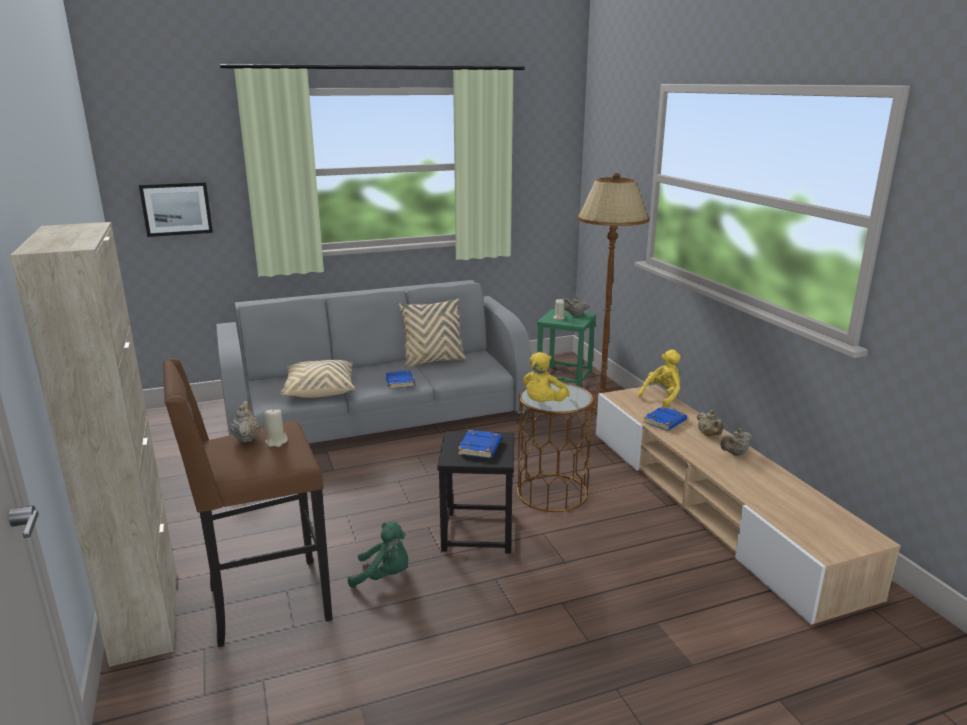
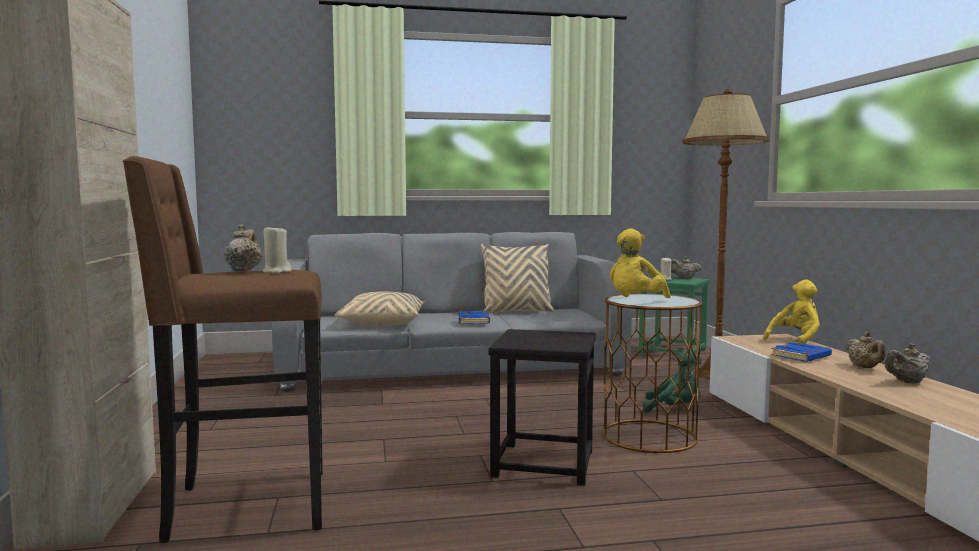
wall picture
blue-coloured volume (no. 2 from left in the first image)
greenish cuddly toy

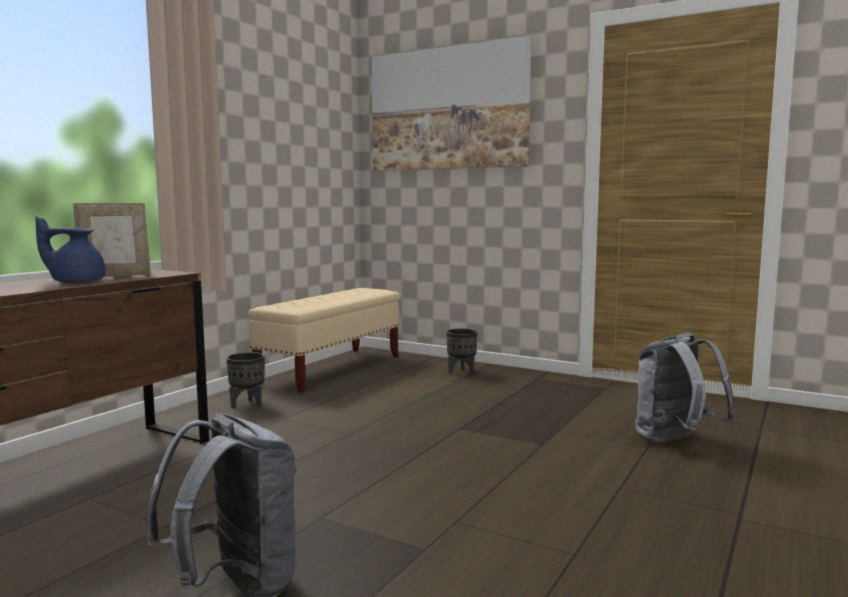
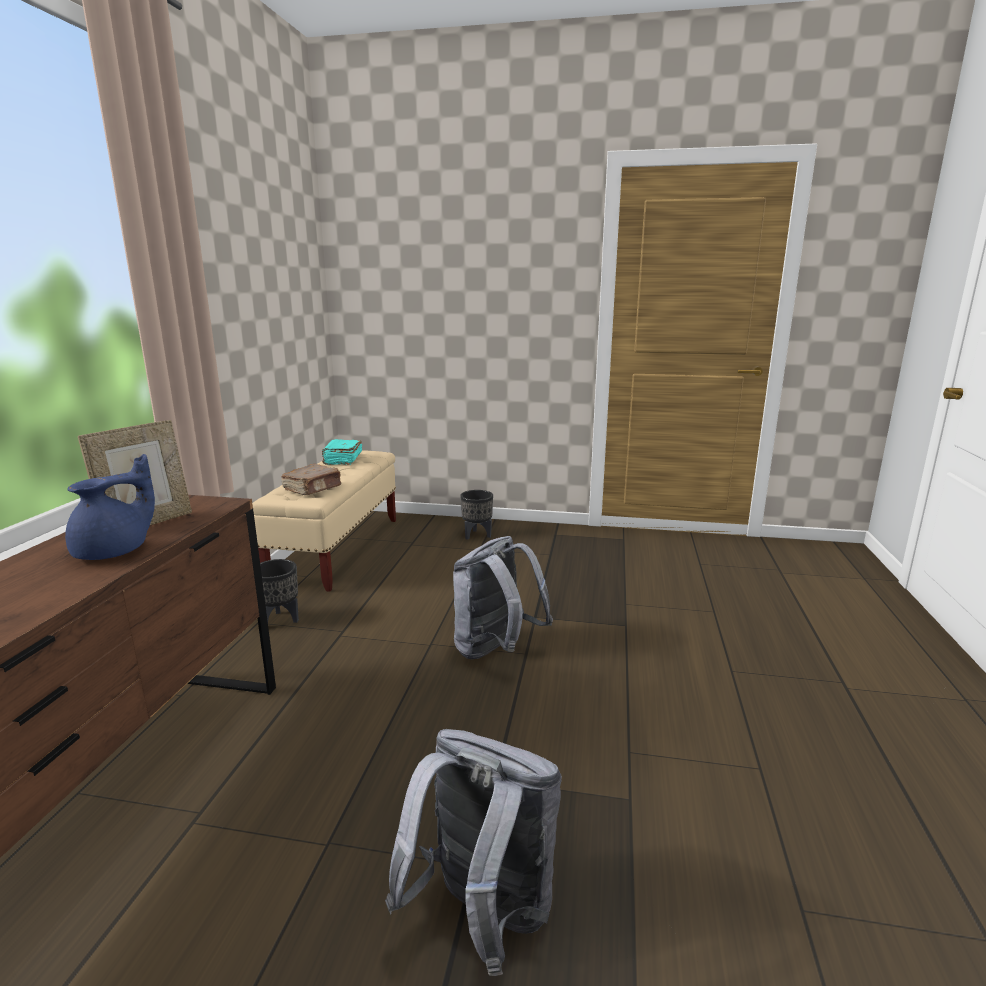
wall picture
brown volume
blue-green volume
gray rucksack (no. 2 from left)
blue-coloured teapot

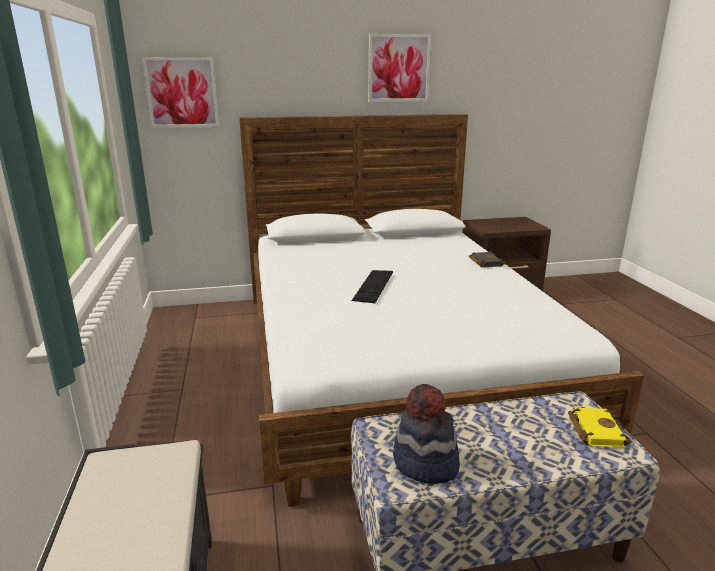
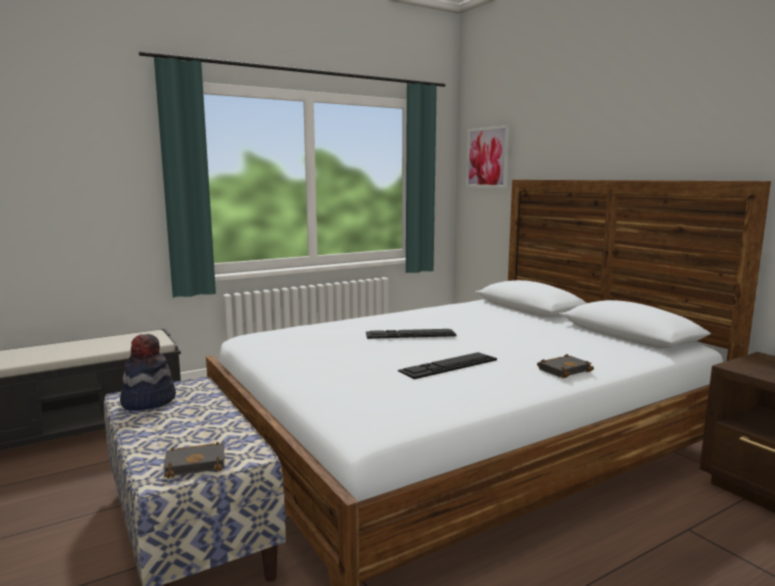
wall picture (no. 2 from left in the first image)
computer keyboard (no. 2 from left)
black volume (no. 1 from left)

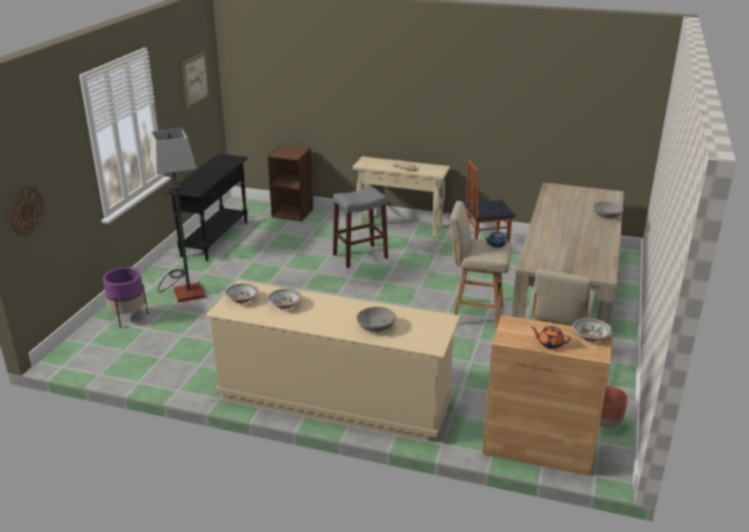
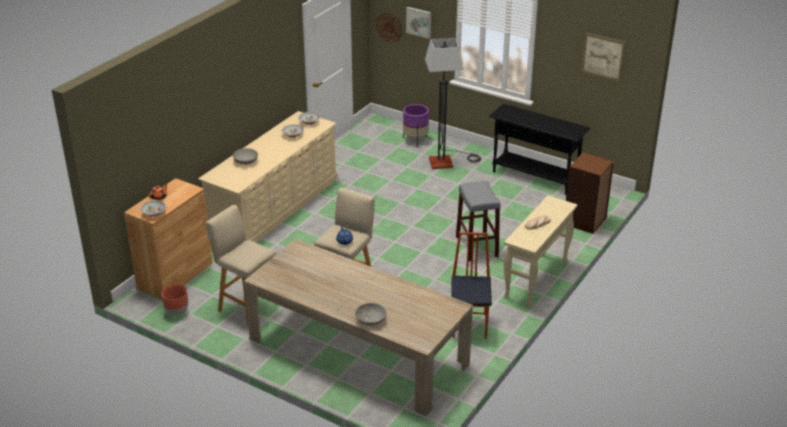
wall picture (no. 1 from left)

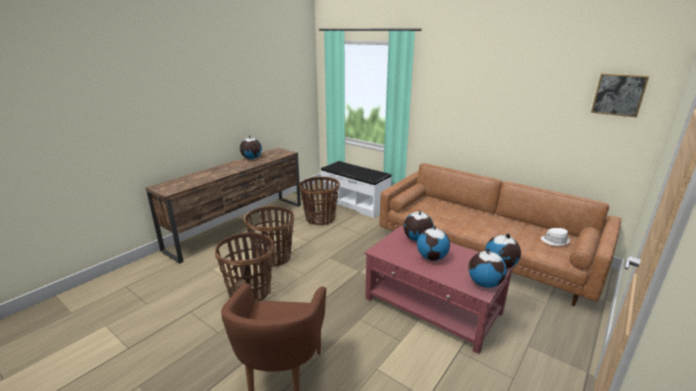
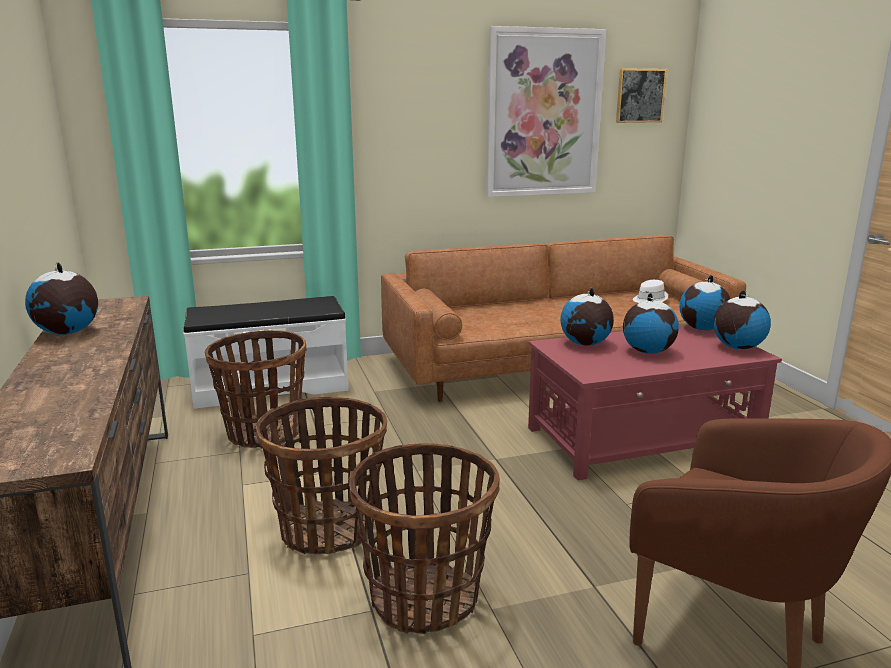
wall picture (no. 1 from left)

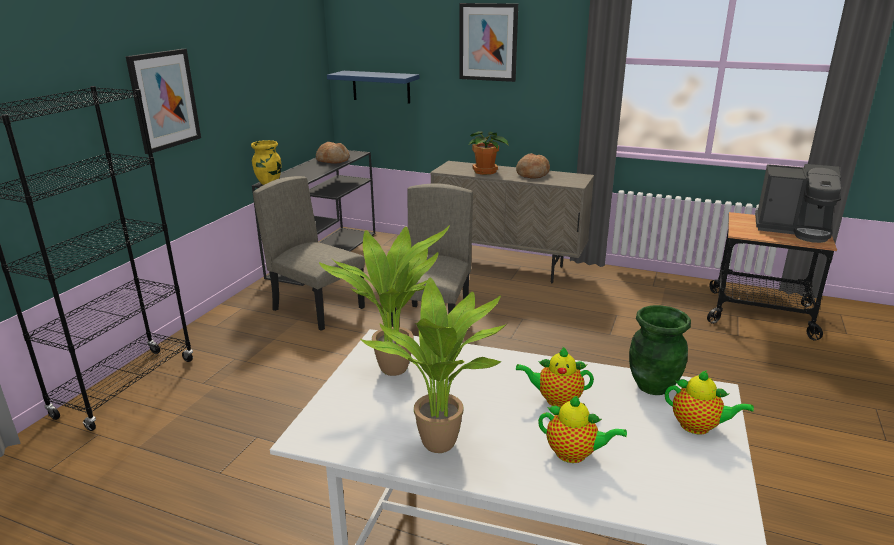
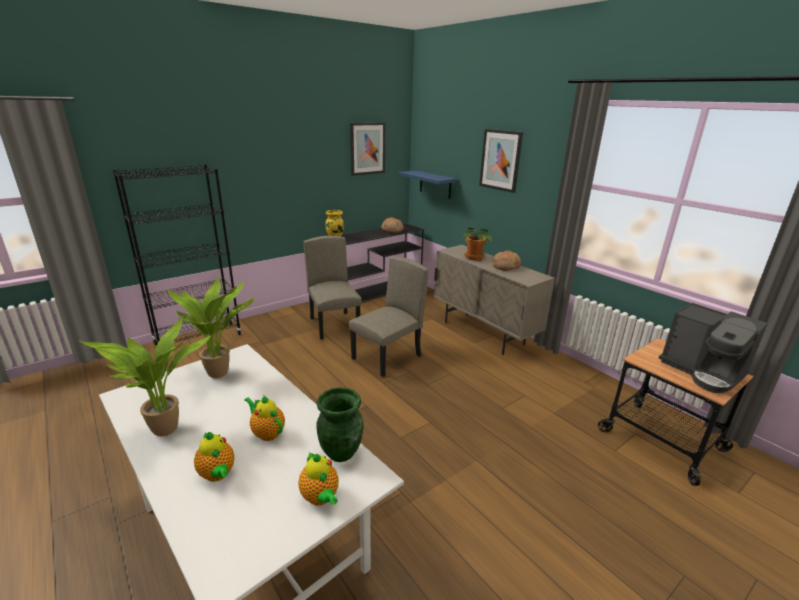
wall picture (no. 1 from left)

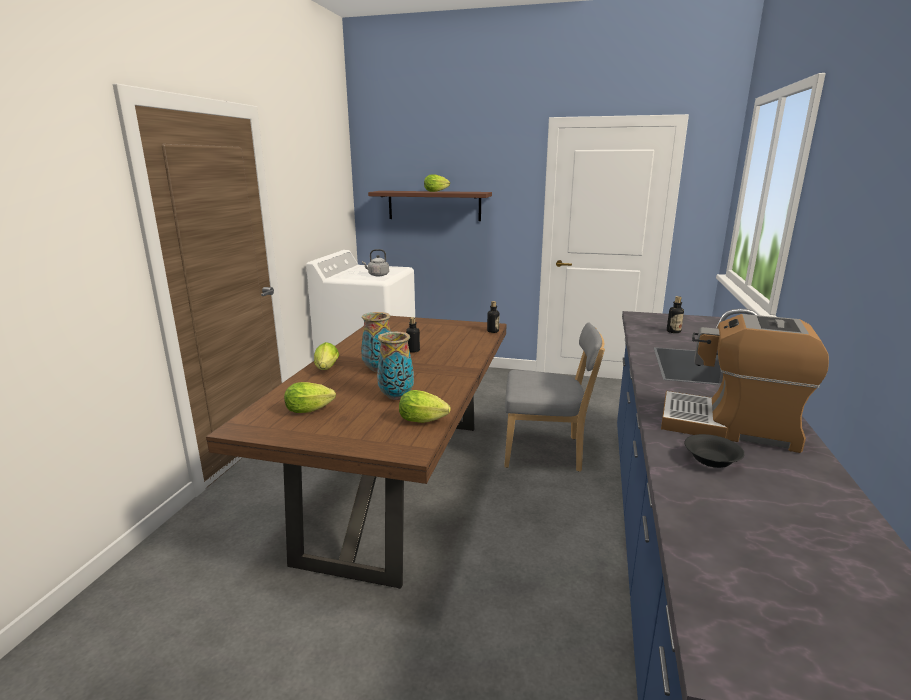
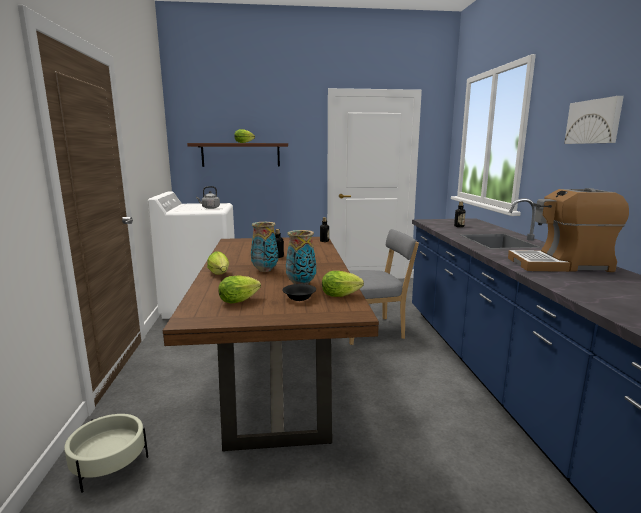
beige plant pot
wall picture
black bowl

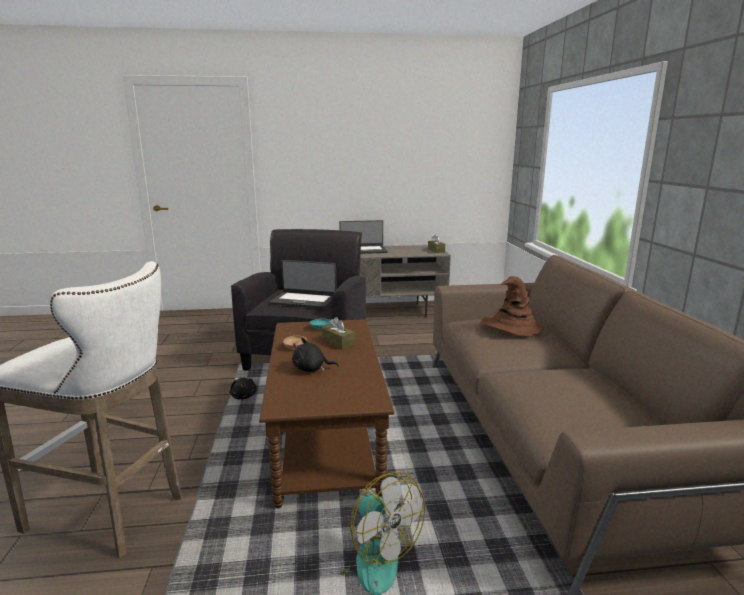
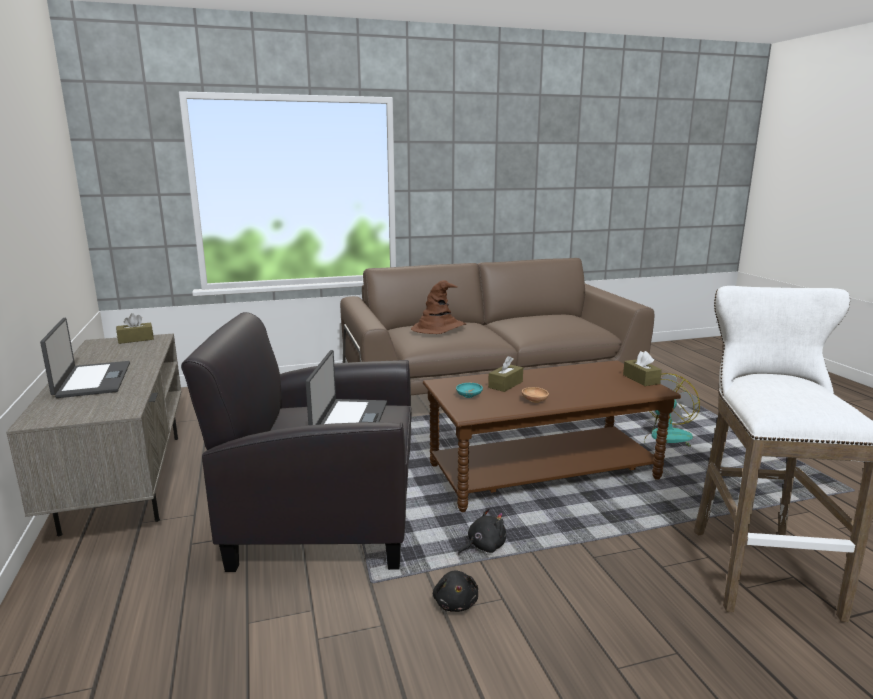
brown box of tissues (no. 3 from left)
black cuddly toy (no. 1 from left)

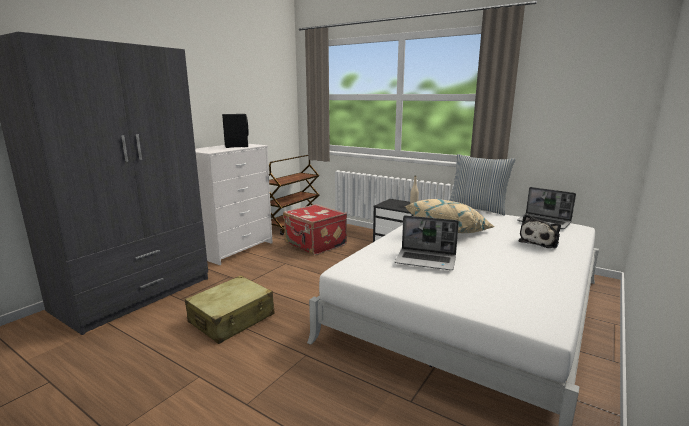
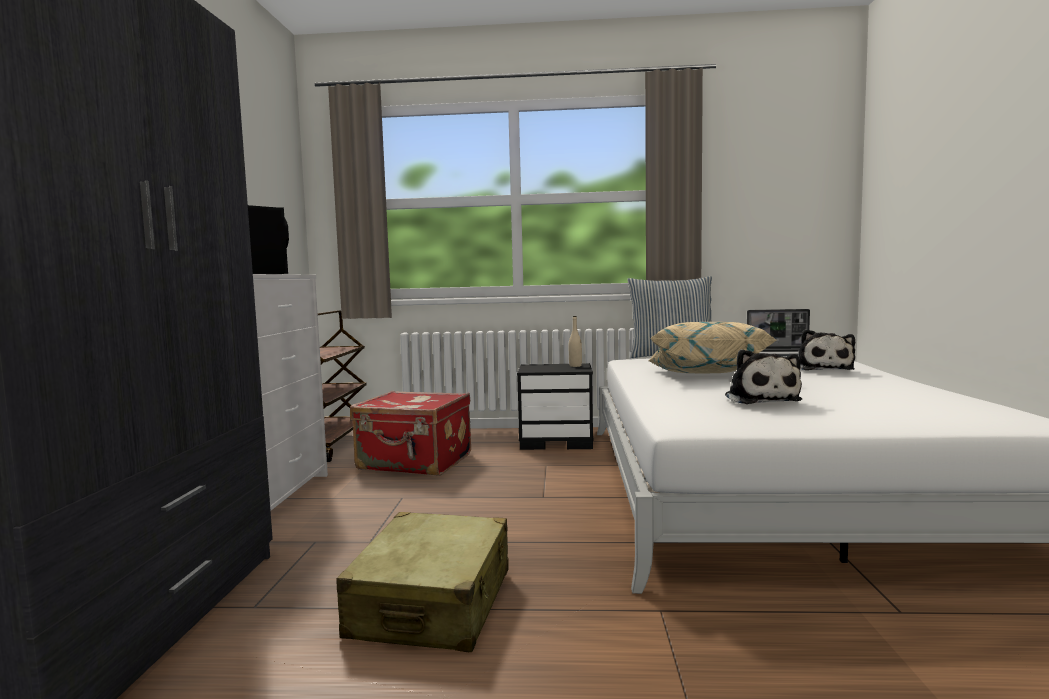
cuddly toy (no. 1 from left)

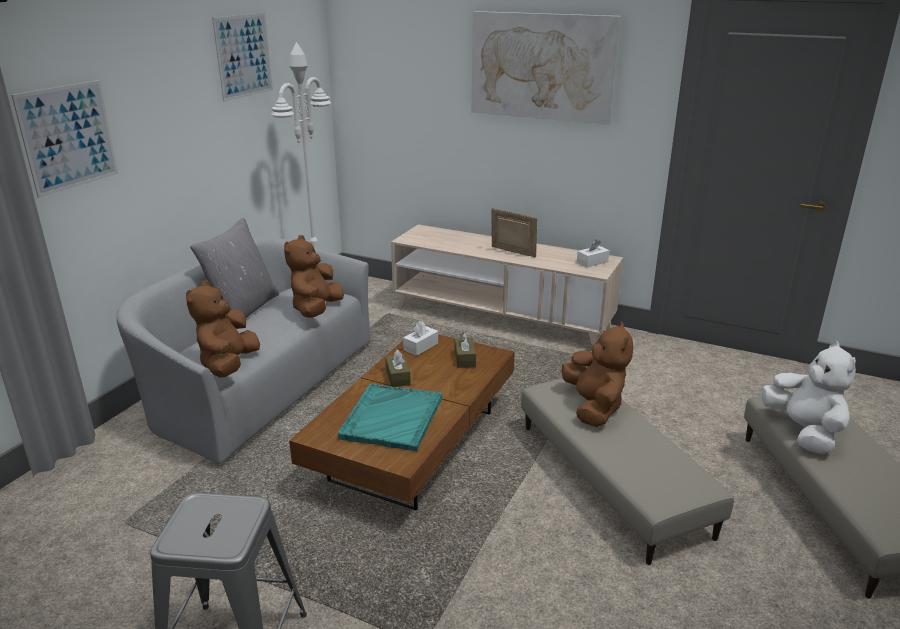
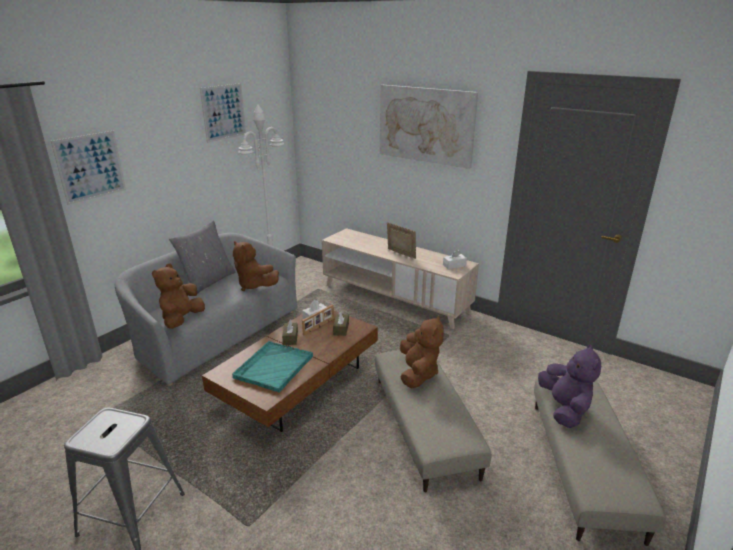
standing frame (no. 1 from left)
purple cuddly toy
brown cuddly toy (no. 2 from left)

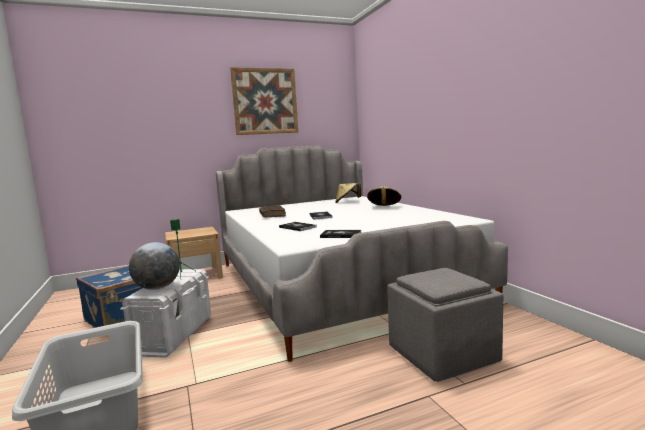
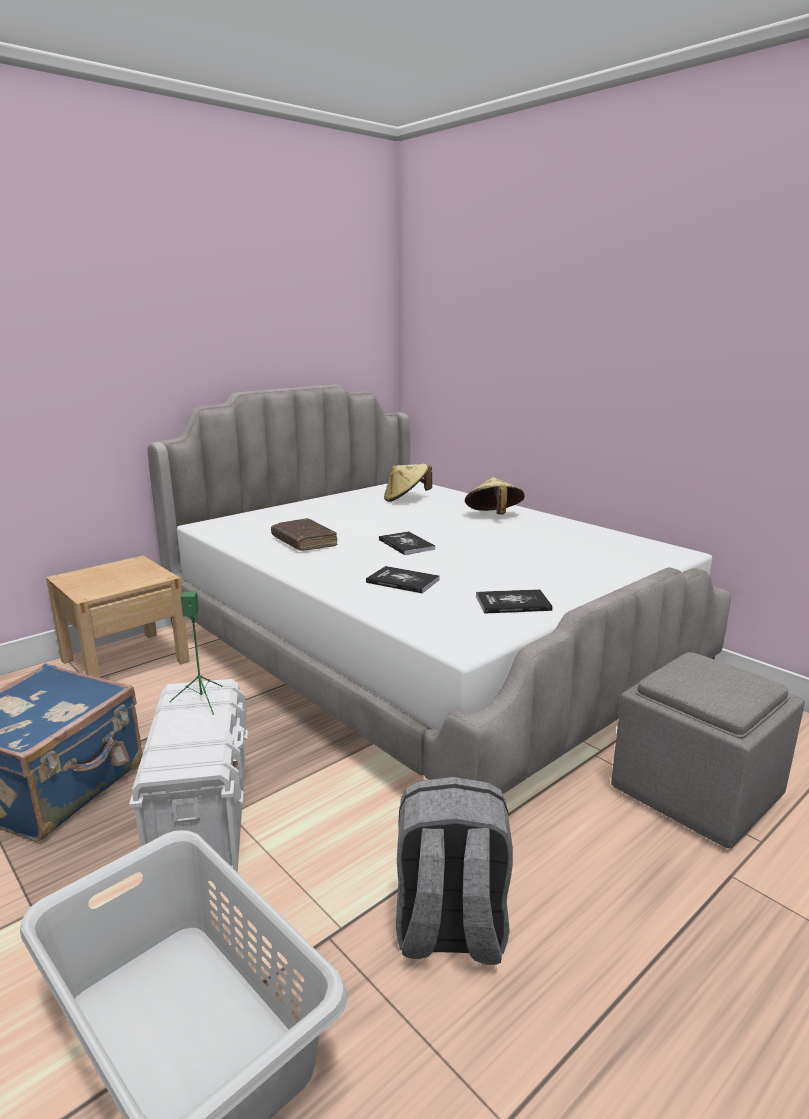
globe
wall picture
gray rucksack

